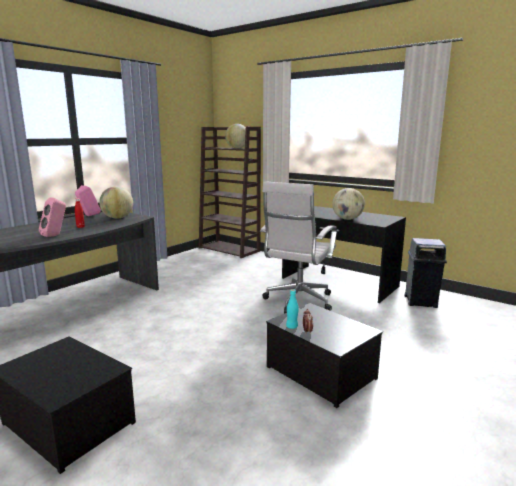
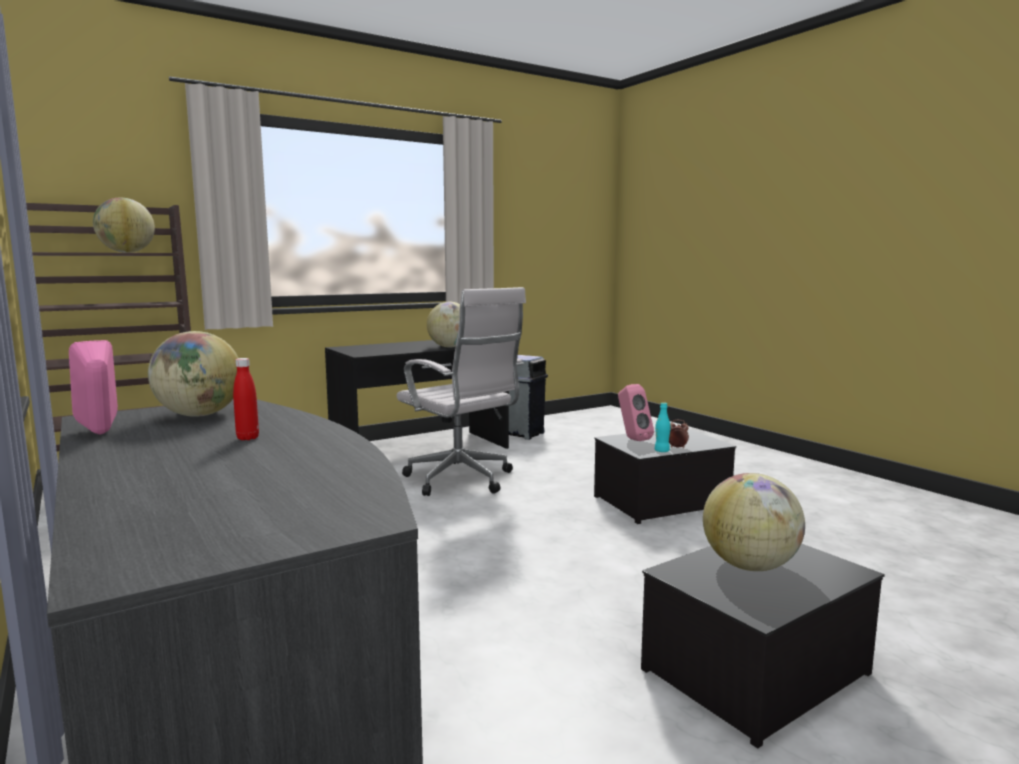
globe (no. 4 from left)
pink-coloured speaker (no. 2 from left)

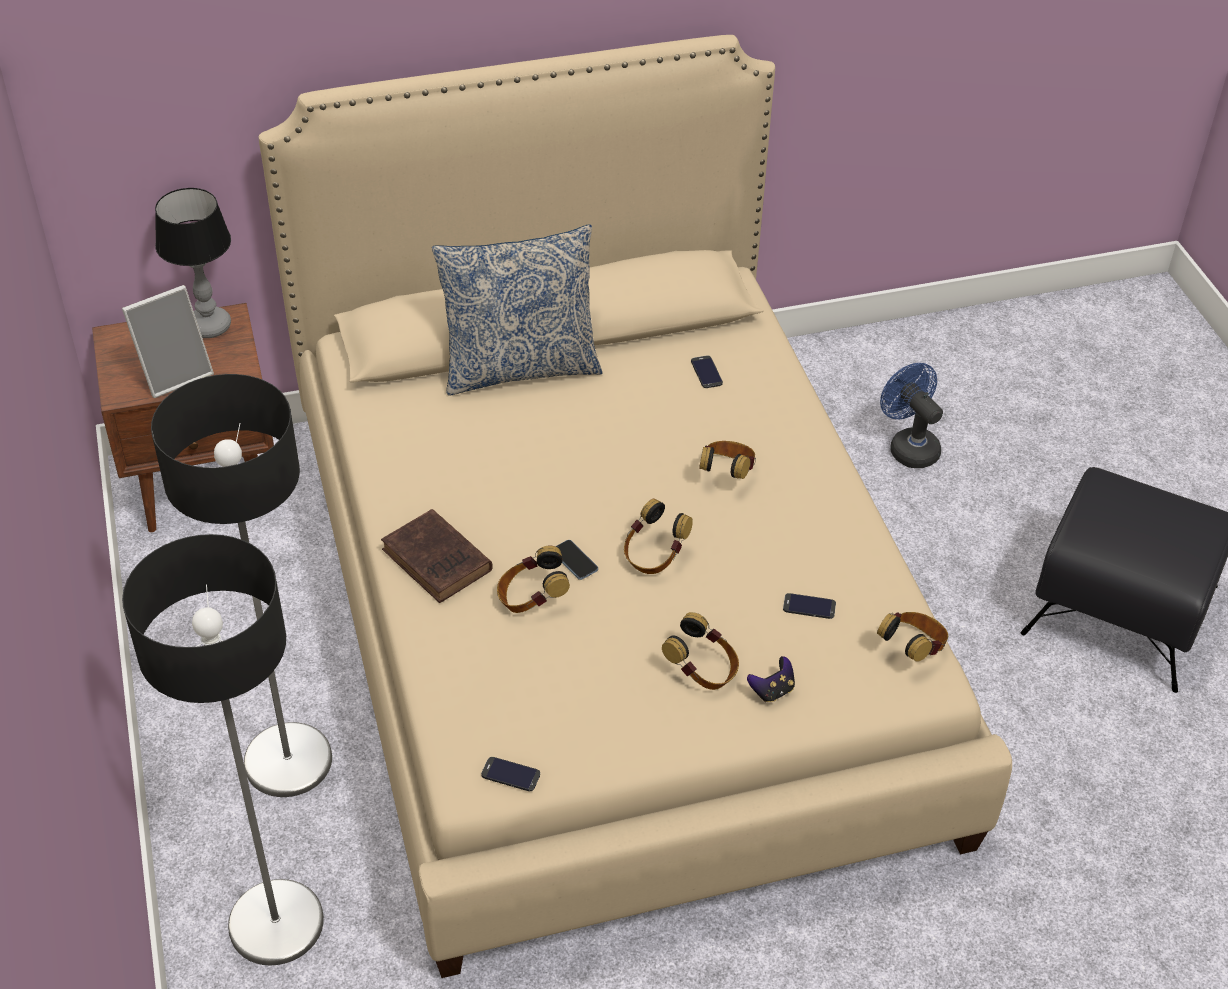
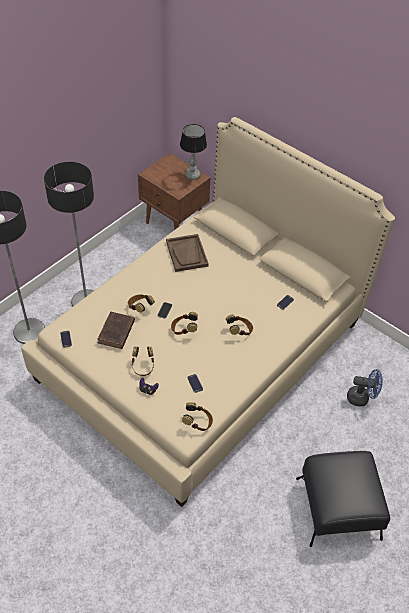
standing frame
pillow
brown carrying tray
brown volume
blue-coloured cooling fan

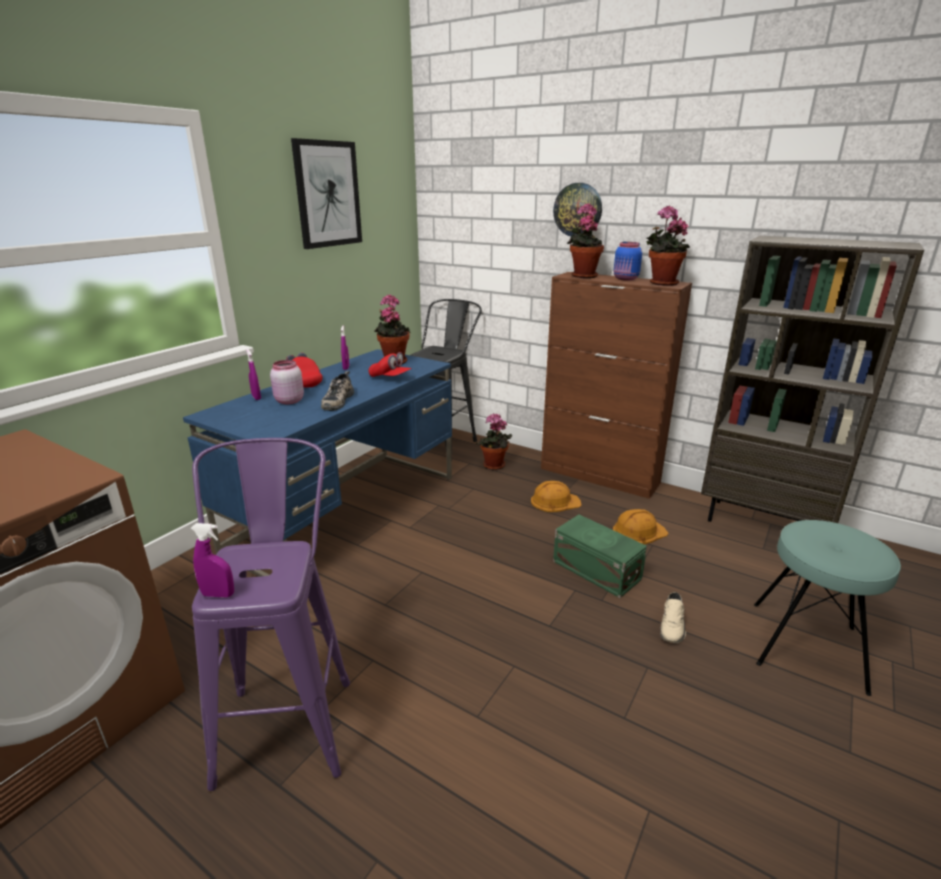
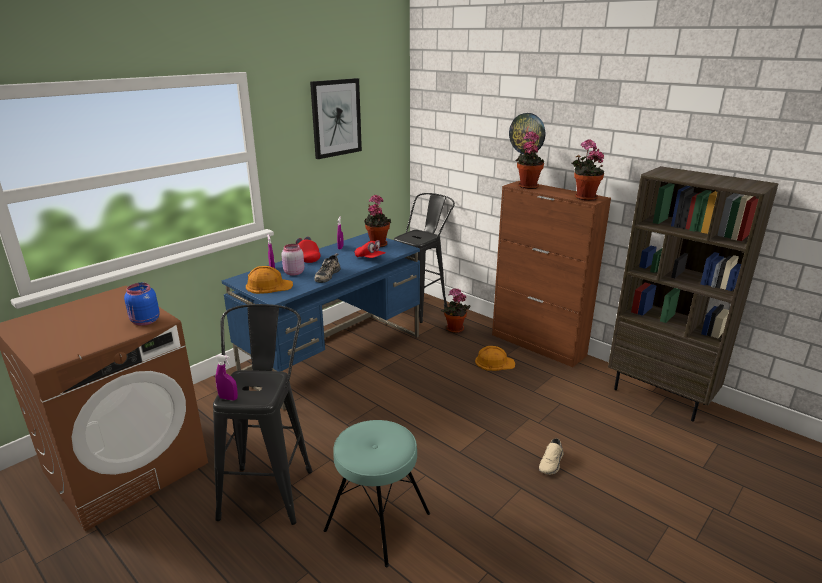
greenish storage box
blue-coloured preserve jar
orange safety helmet (no. 1 from left)
blue-green sitting stool
black sitting stool (no. 1 from left)

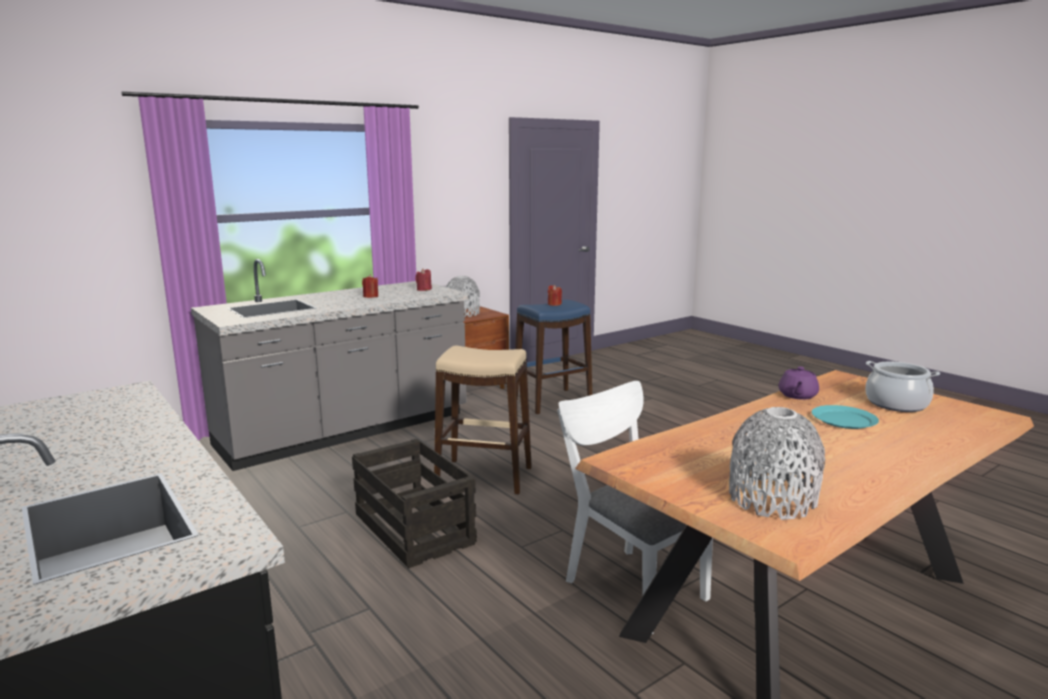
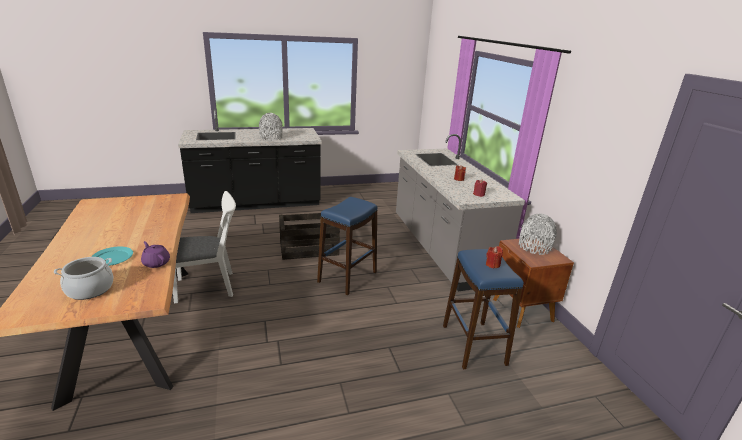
gray vase (no. 1 from left)
blue-coloured sitting stool (no. 1 from left)

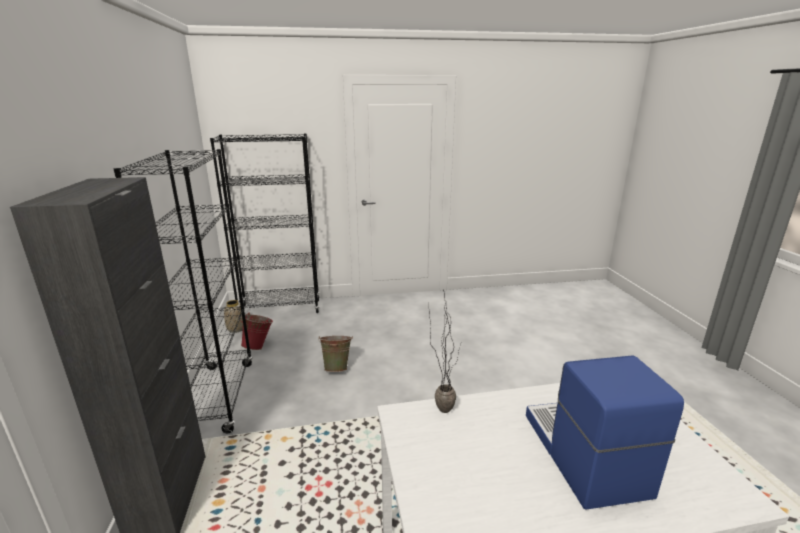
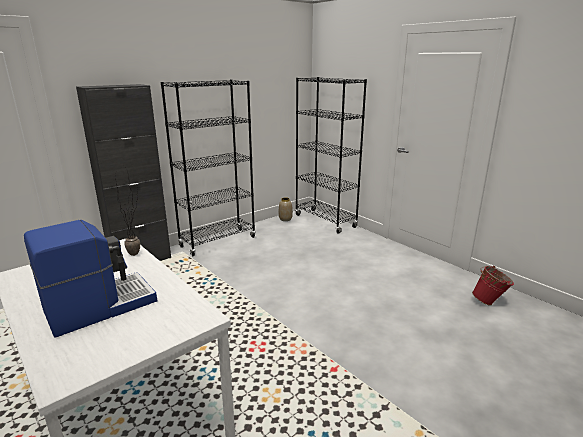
greenish bucket
reddish bucket

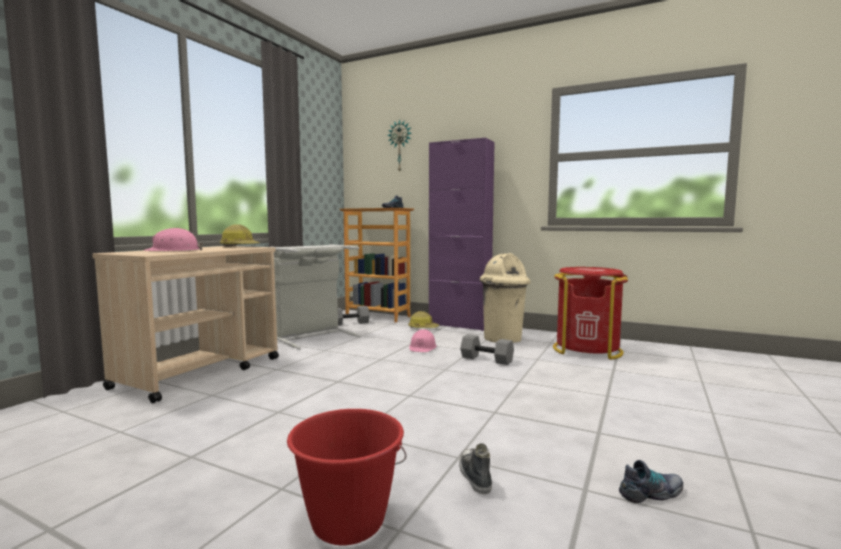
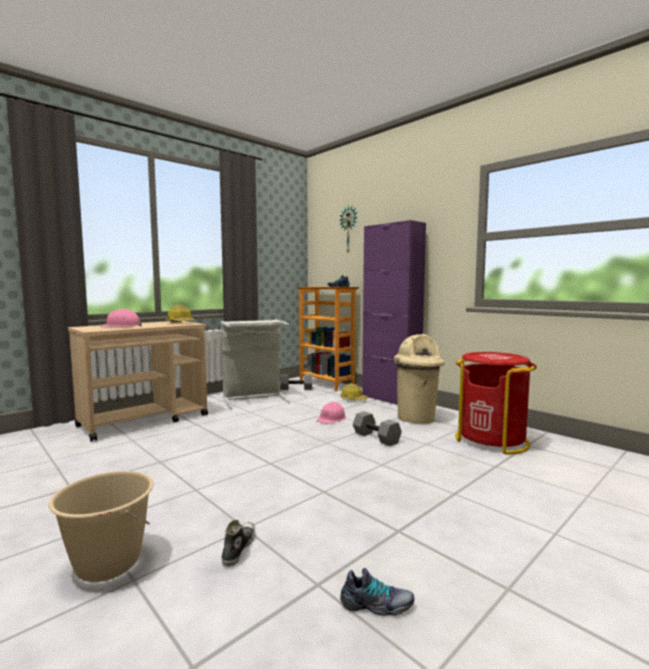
beige bucket

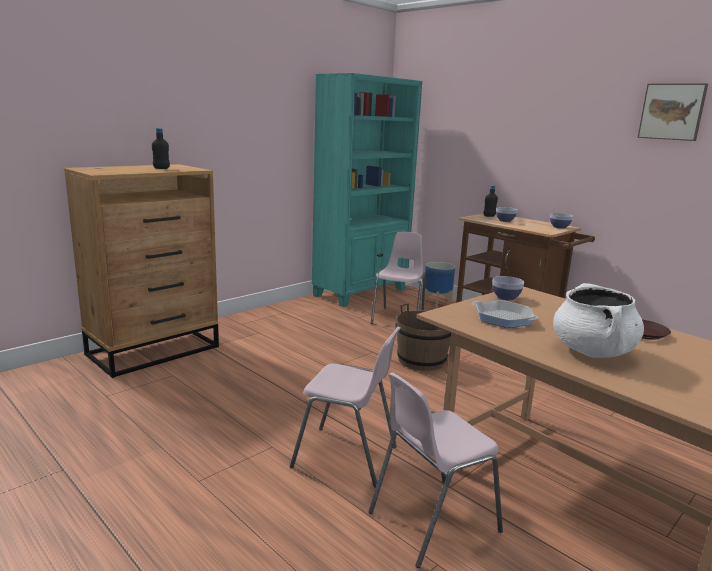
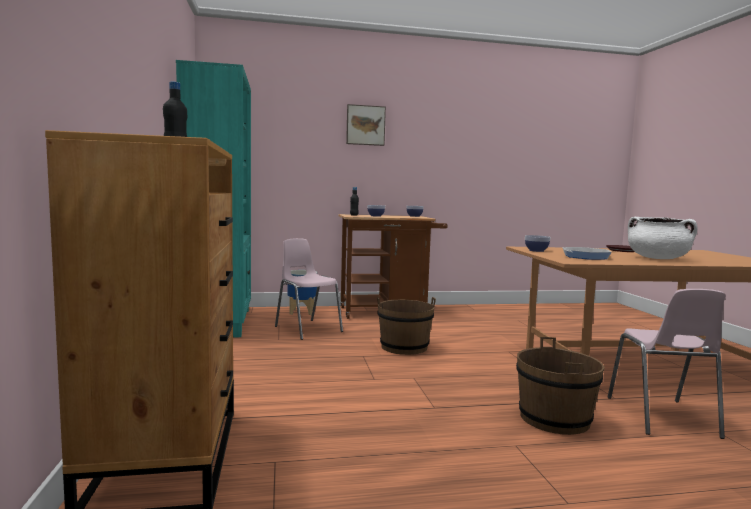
wall picture
brown bucket (no. 2 from left)

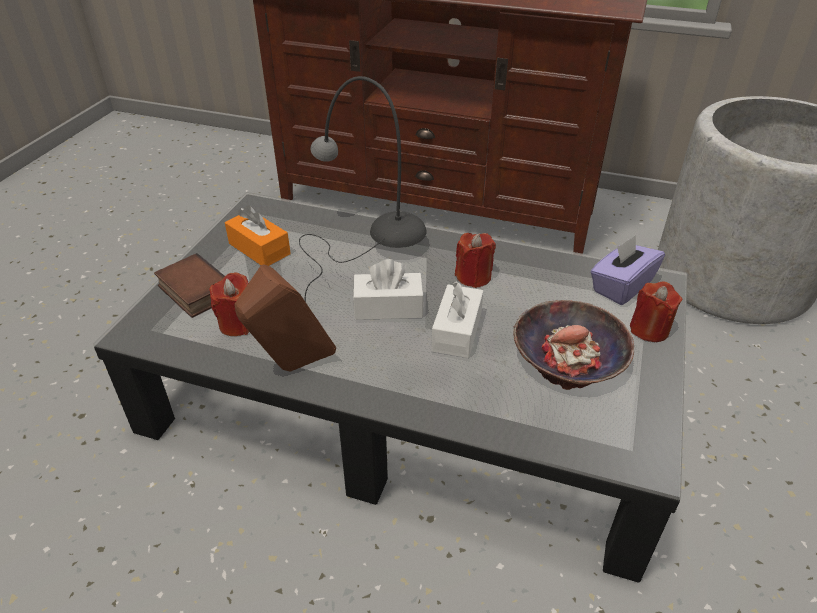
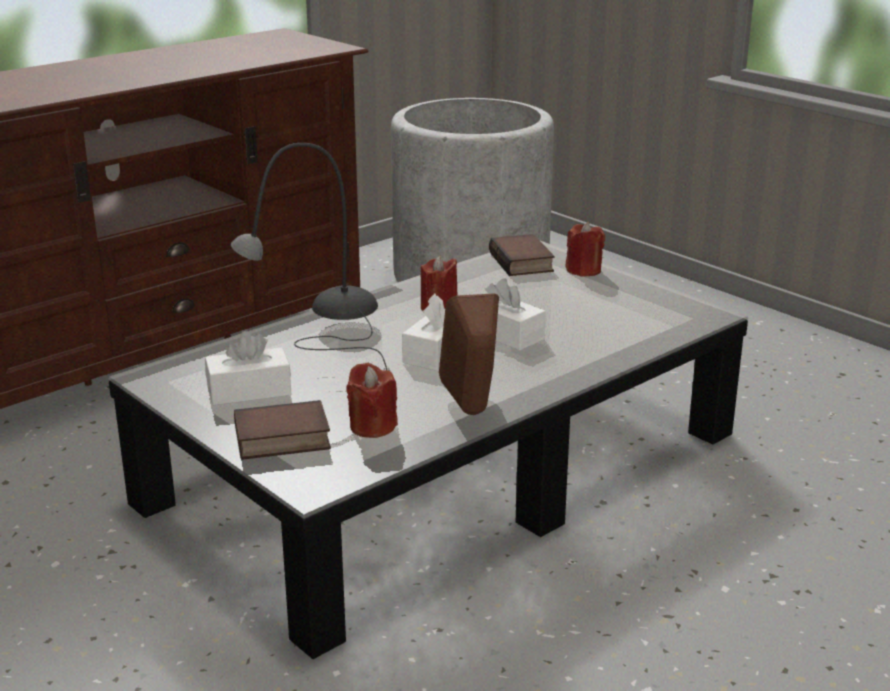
bowl
volume (no. 2 from left)
whitish box of tissues (no. 1 from left)

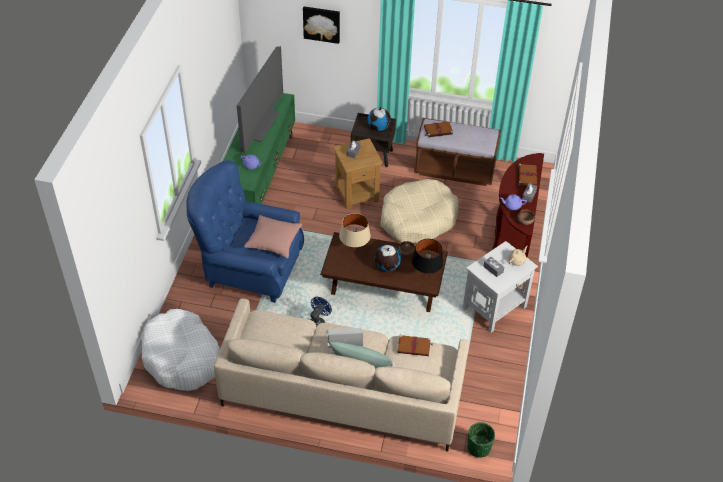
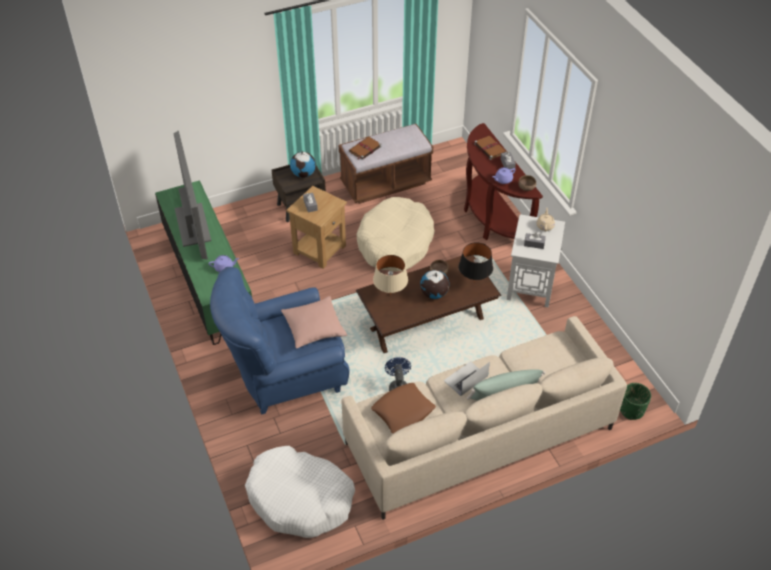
wall picture
brown volume (no. 1 from left in the first image)
brown pillow

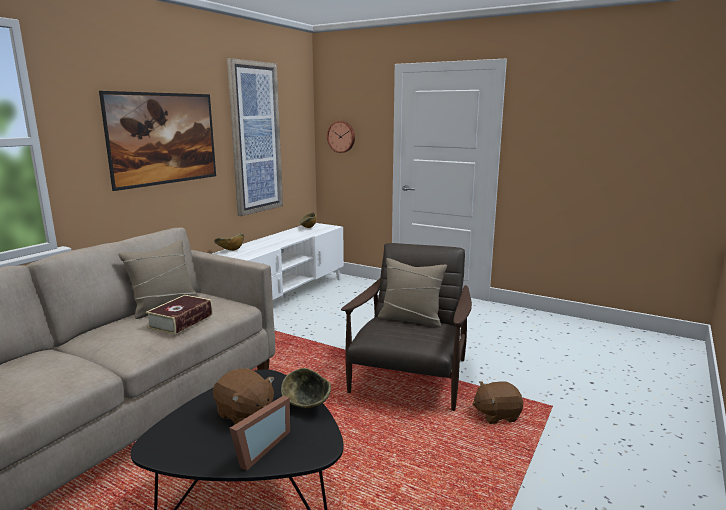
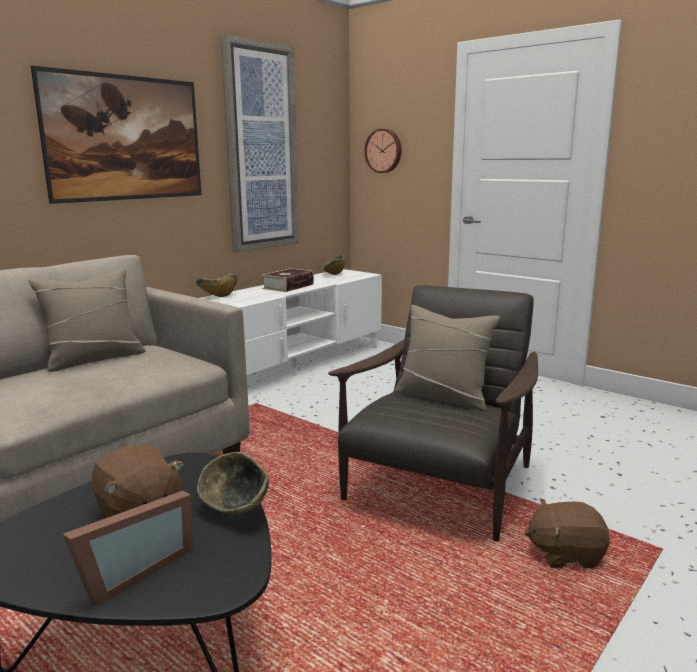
volume

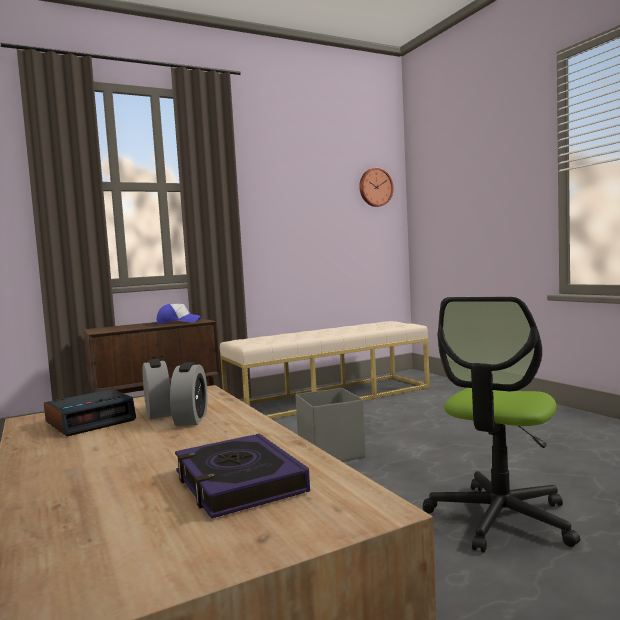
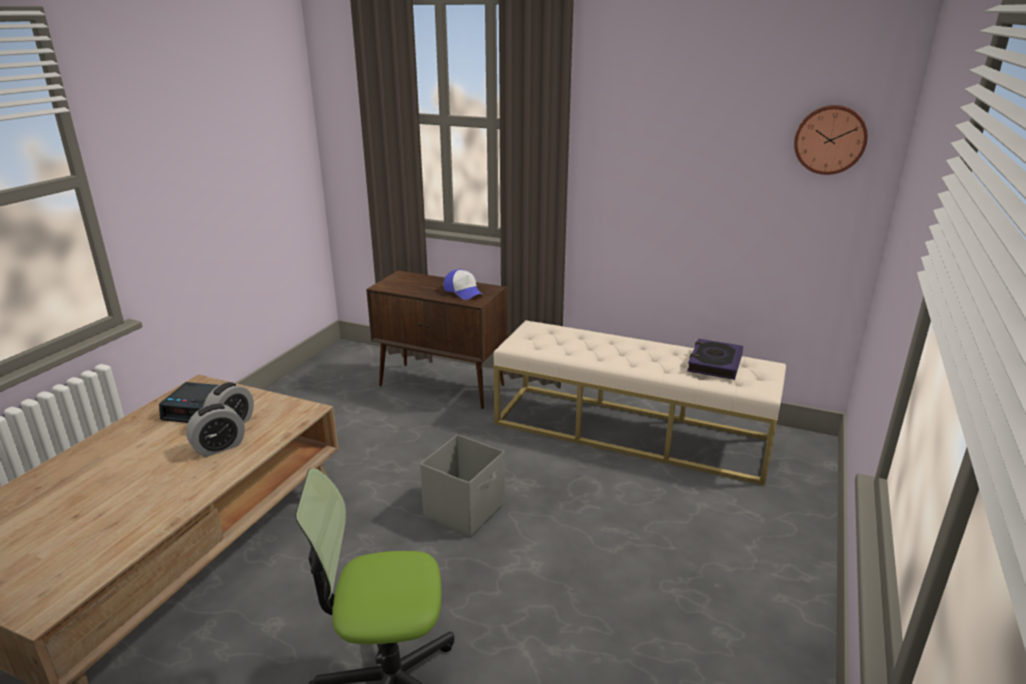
volume

